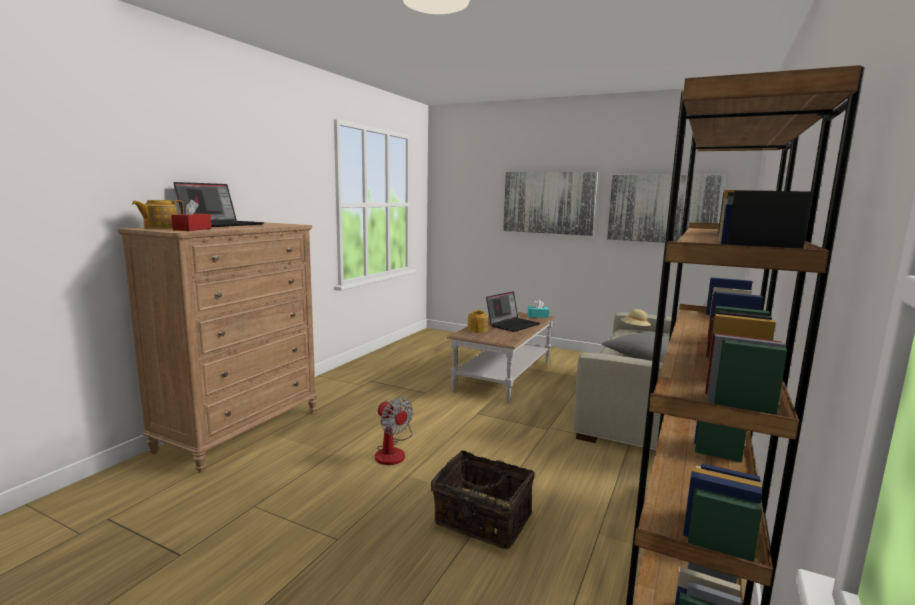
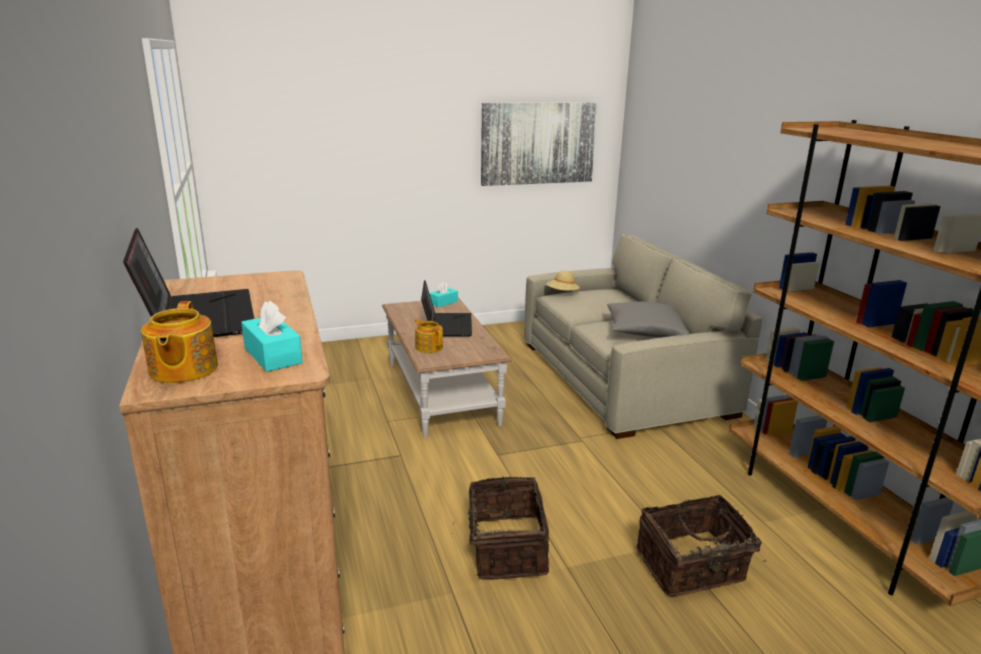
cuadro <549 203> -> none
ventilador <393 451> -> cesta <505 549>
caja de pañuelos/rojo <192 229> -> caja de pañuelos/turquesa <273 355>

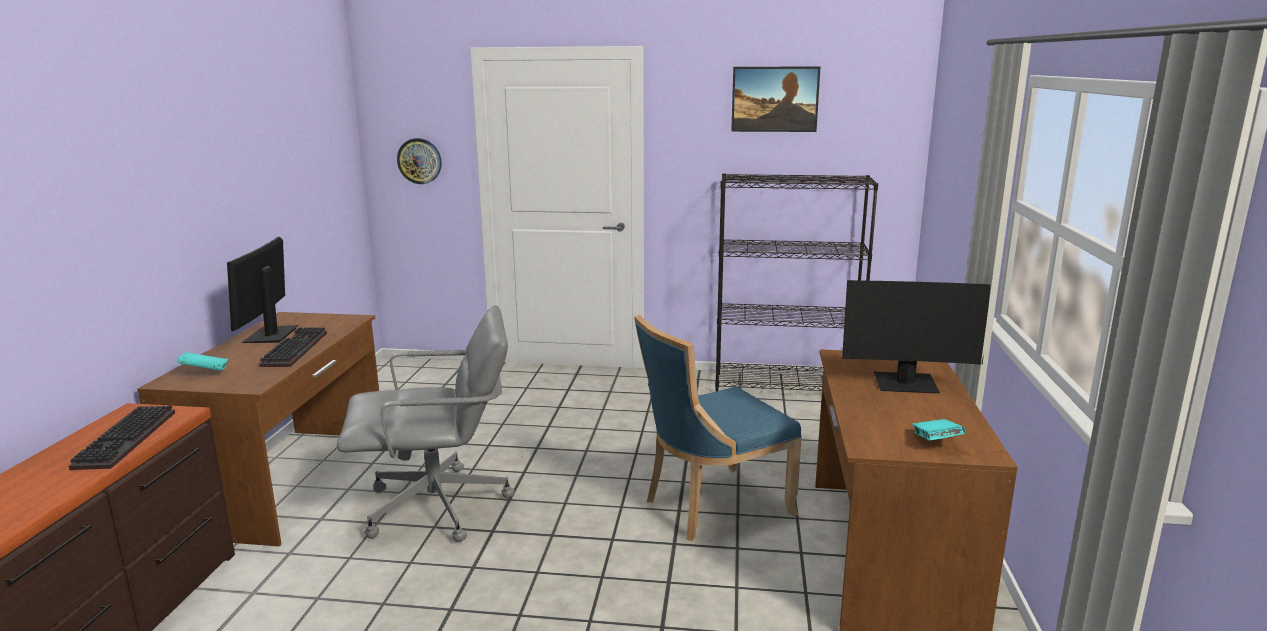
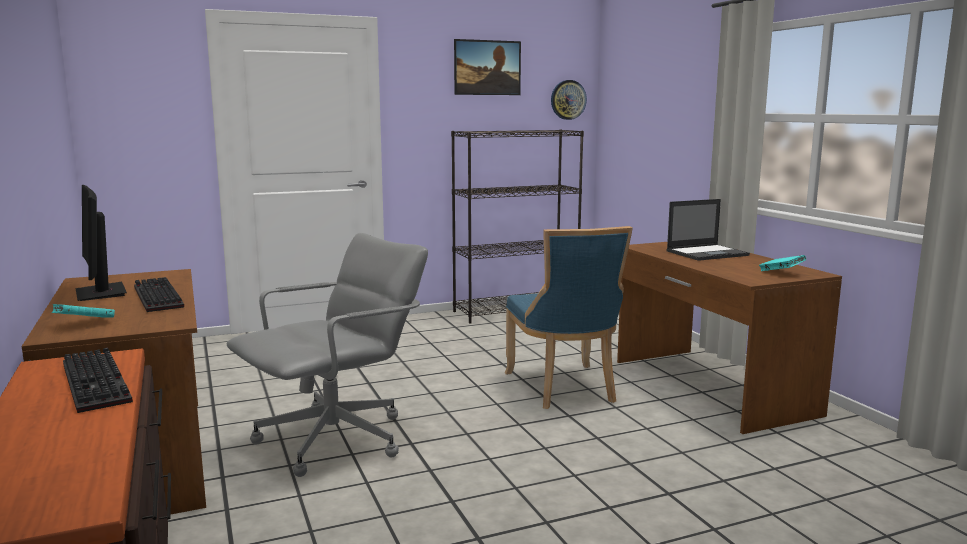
reloj de pared <419 161> -> reloj de pared <568 100>, moved
monitor <905 384> -> portátil <707 253>
silla/azul <711 506> -> silla/azul <564 388>, 45 degrees counterclockwise

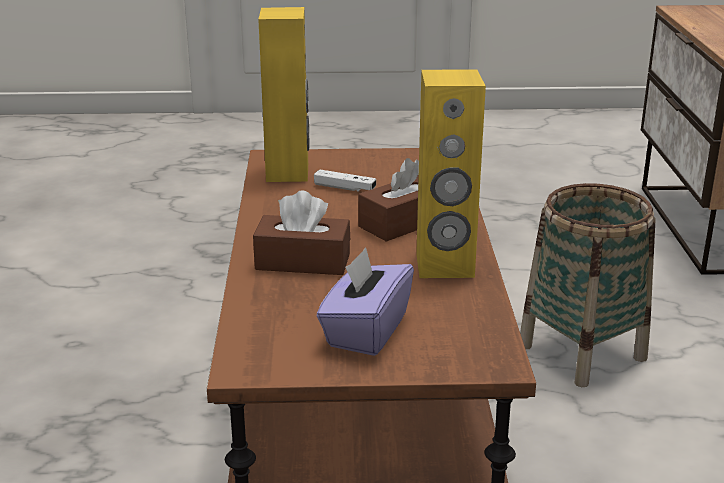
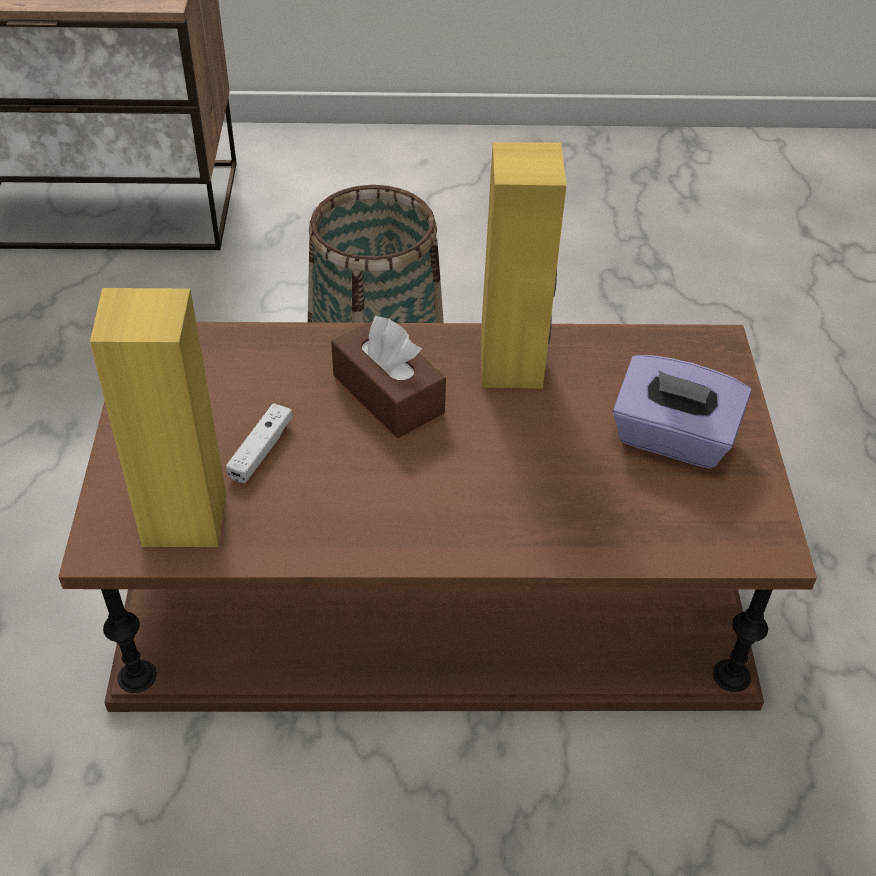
caja de pañuelos/marrón <303 261> -> none

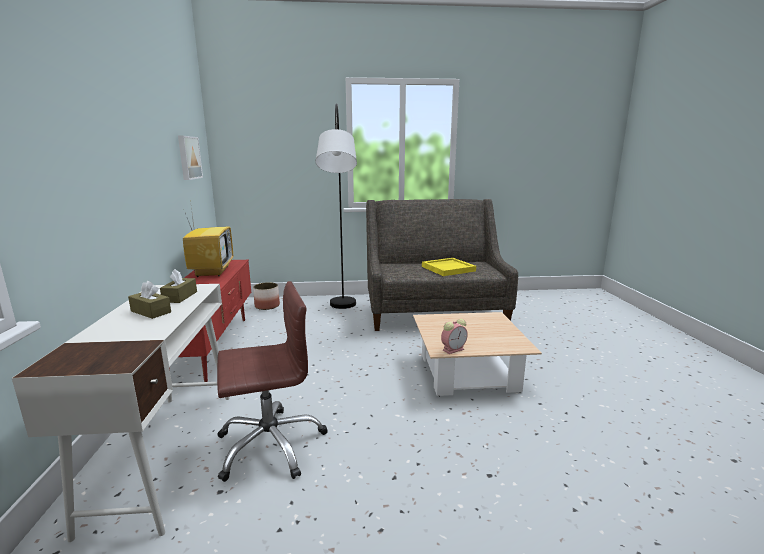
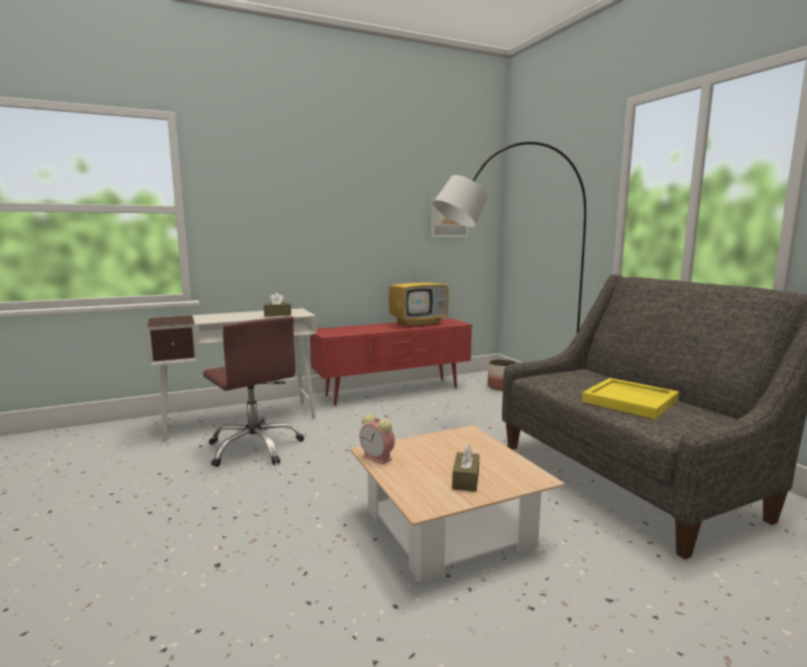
caja de pañuelos/marrón <151 312> -> caja de pañuelos/marrón <466 480>, moved

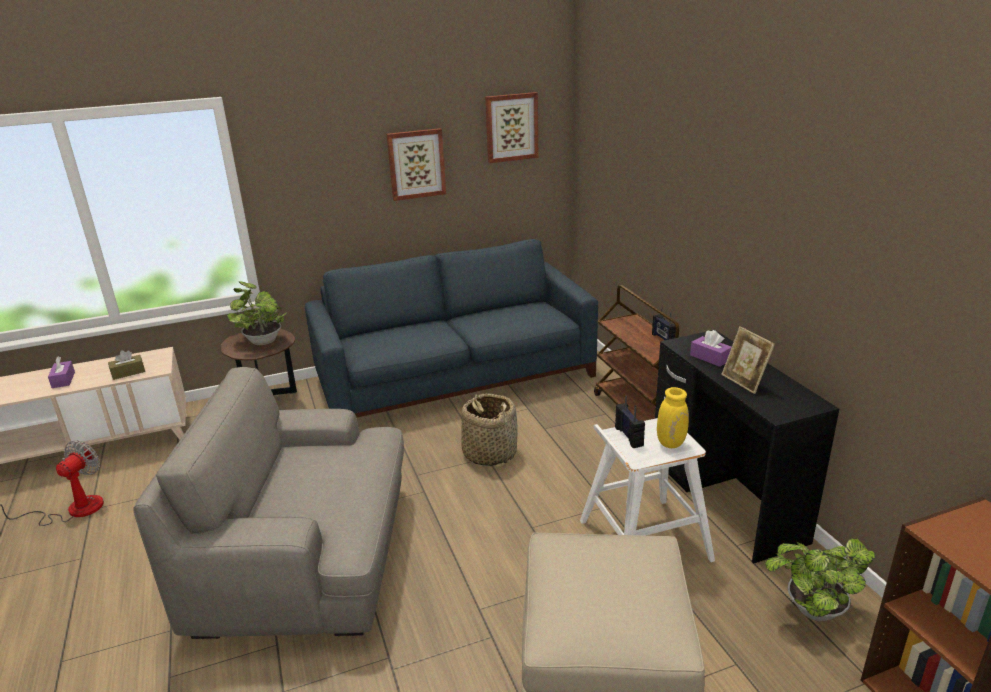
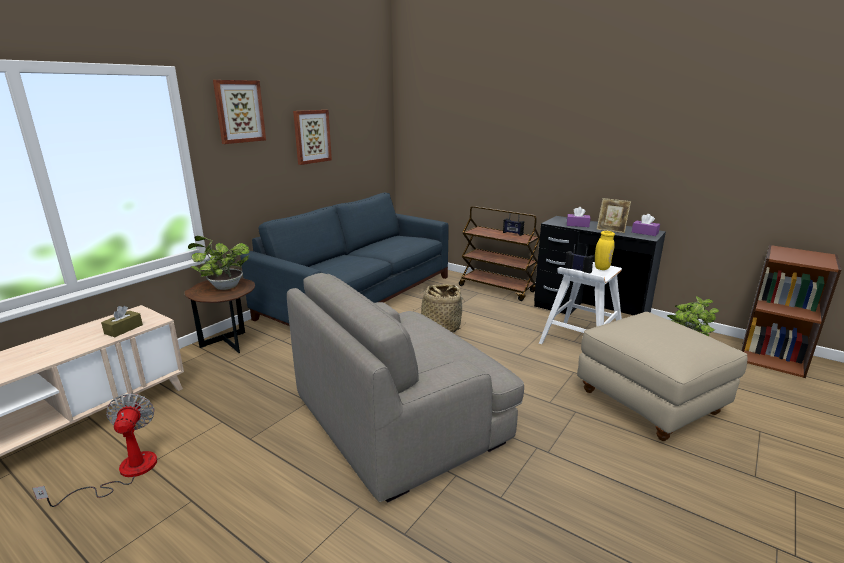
caja de pañuelos/morado <63 380> -> caja de pañuelos/morado <644 233>, moved
cuadro <511 127> -> cuadro <239 111>, moved

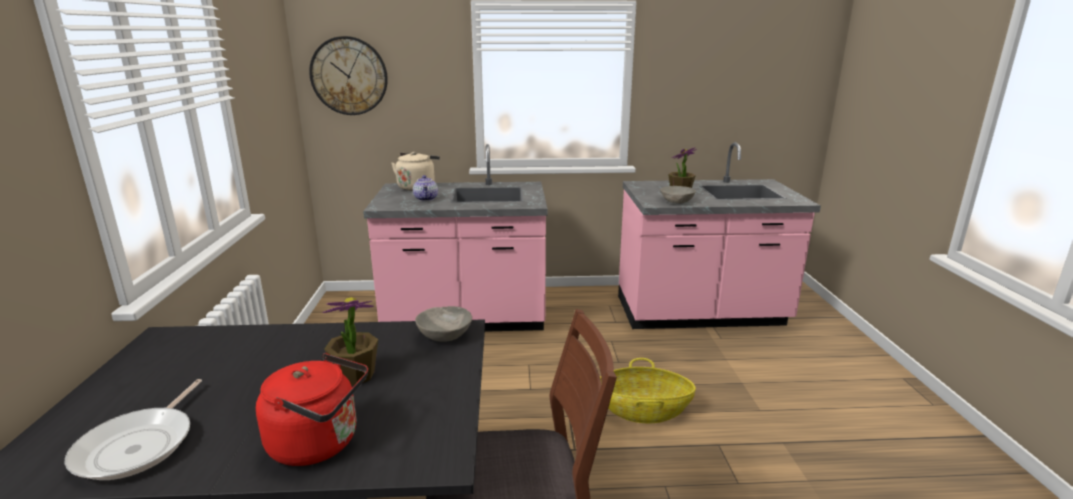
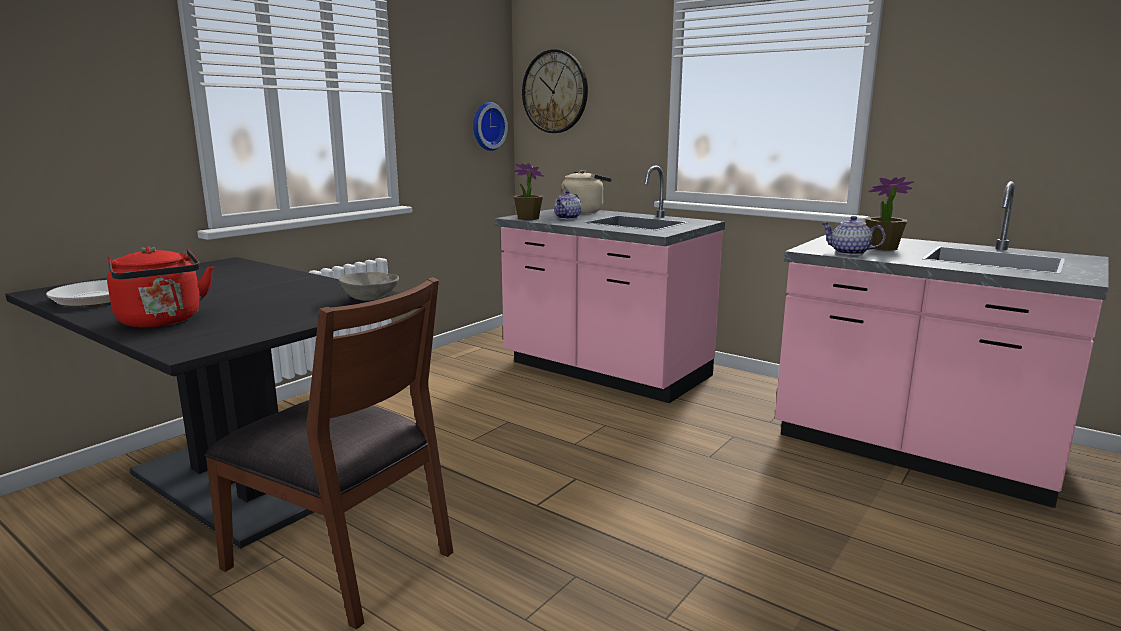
cesta <643 410> -> none
none -> reloj de pared <487 126>
planta en maceta <355 375> -> planta en maceta <528 218>, moved
cuenco/gris <677 202> -> tetera <849 253>

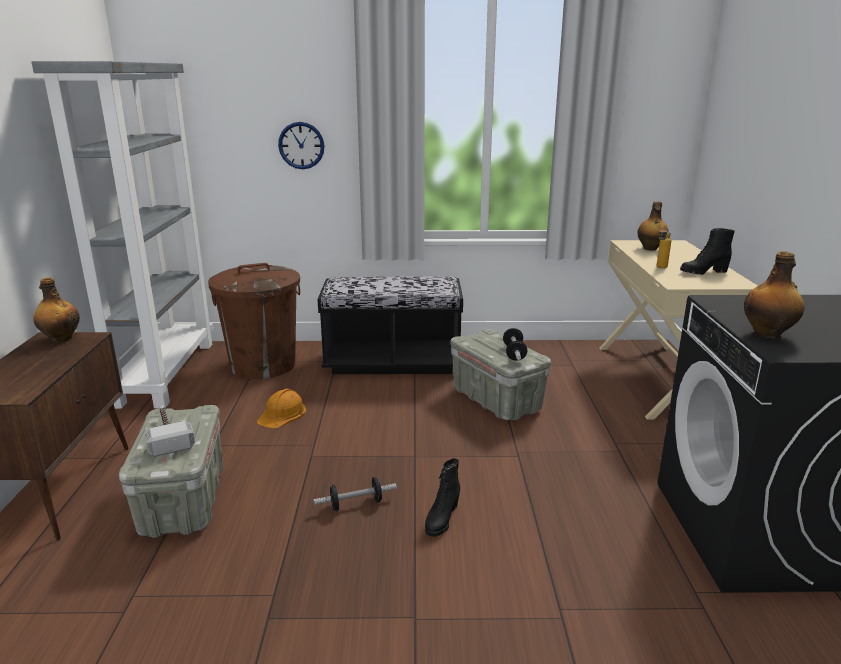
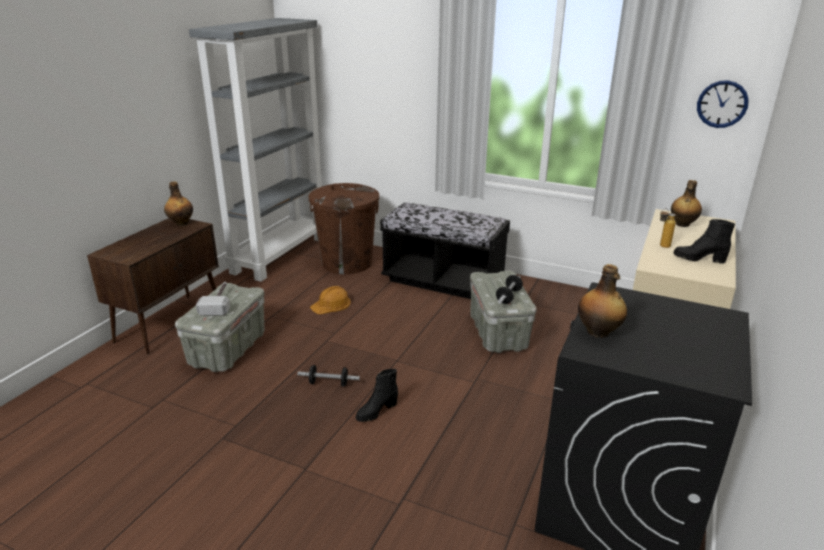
reloj de pared <301 145> -> reloj de pared <722 104>, moved

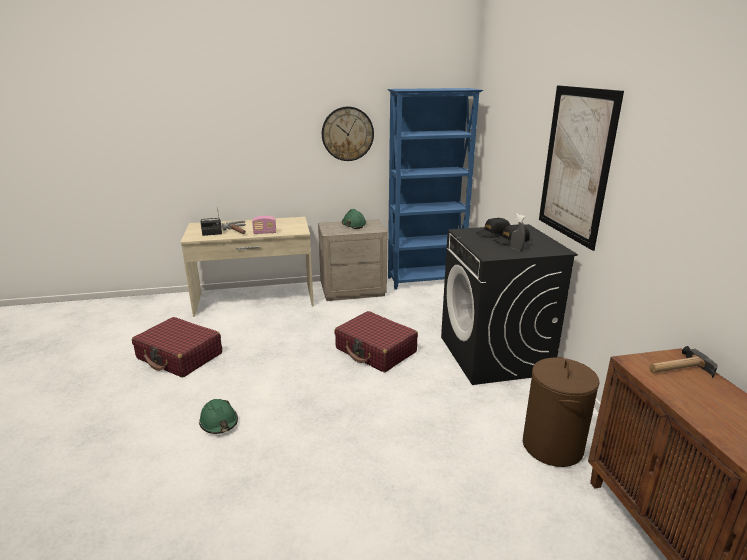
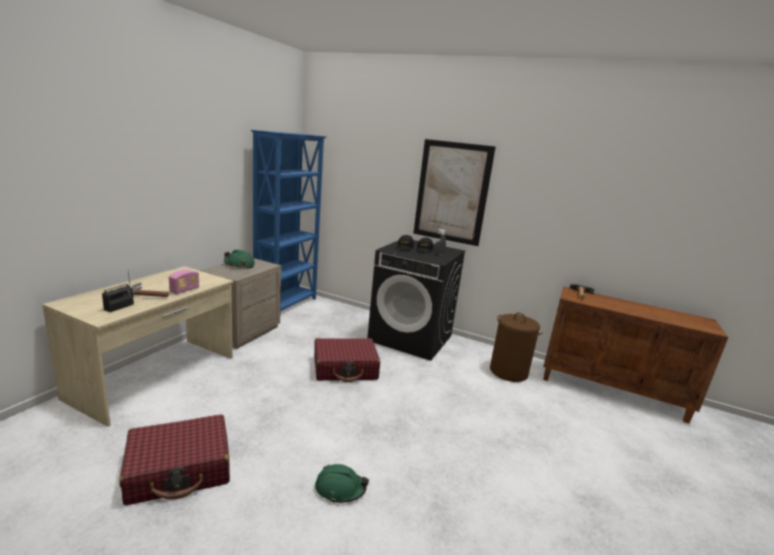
reloj de pared <347 134> -> none

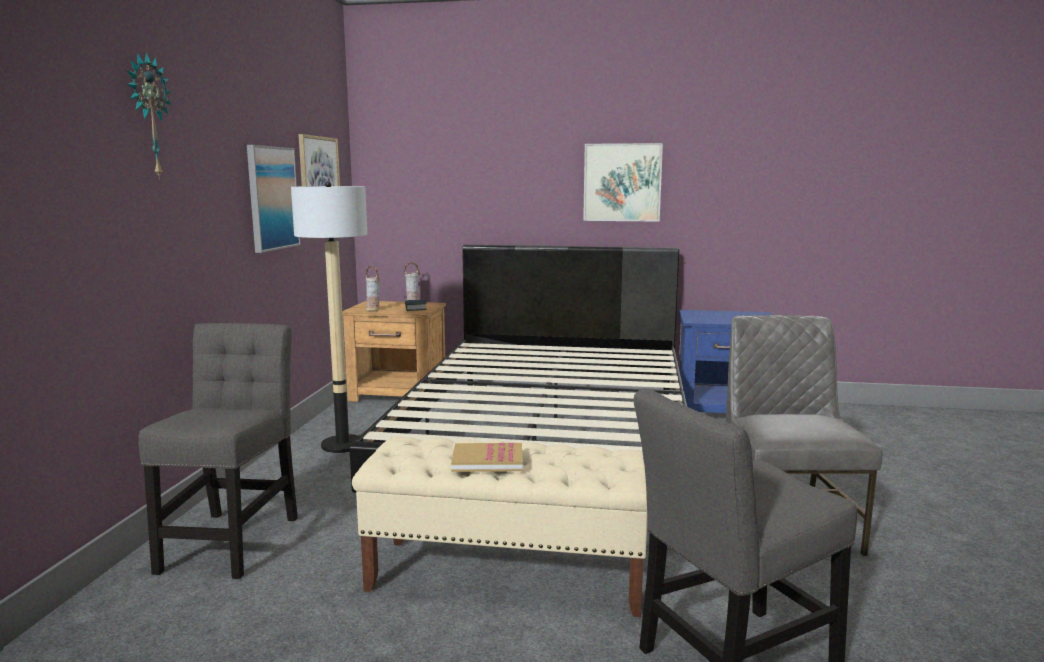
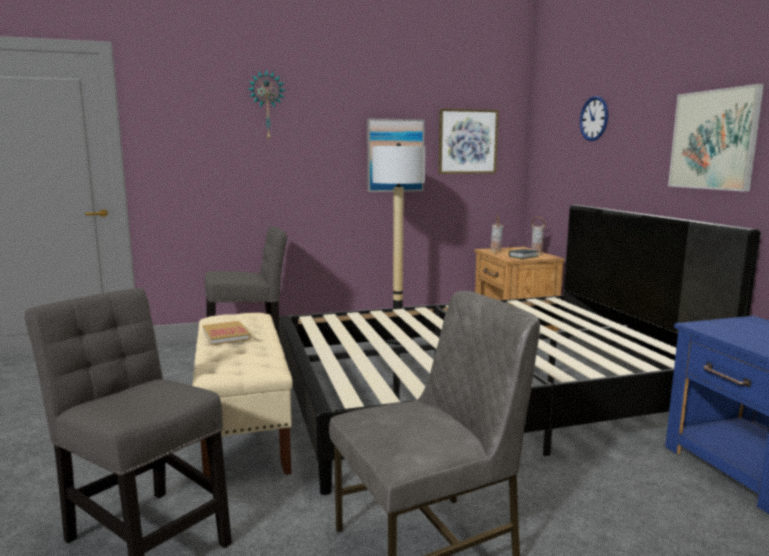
none -> reloj de pared <594 118>

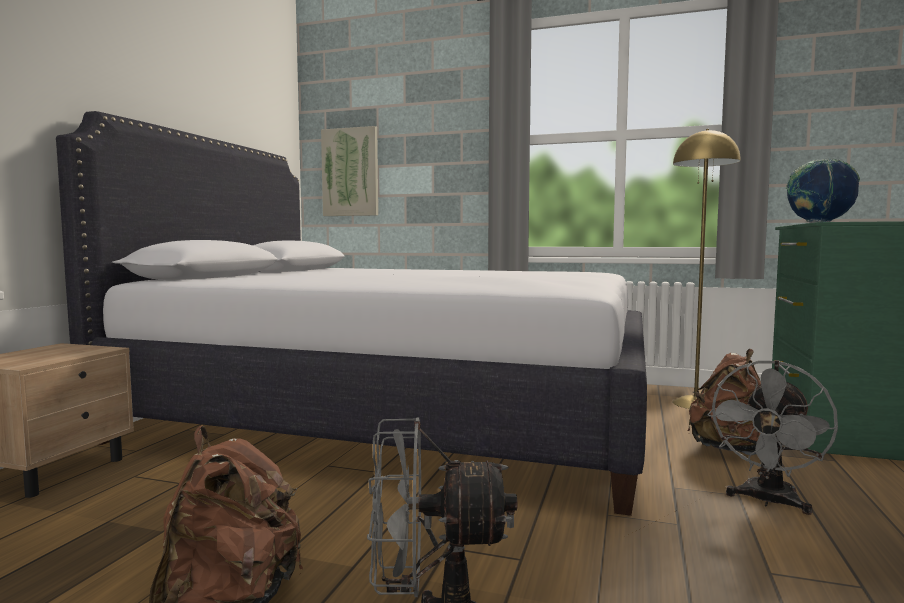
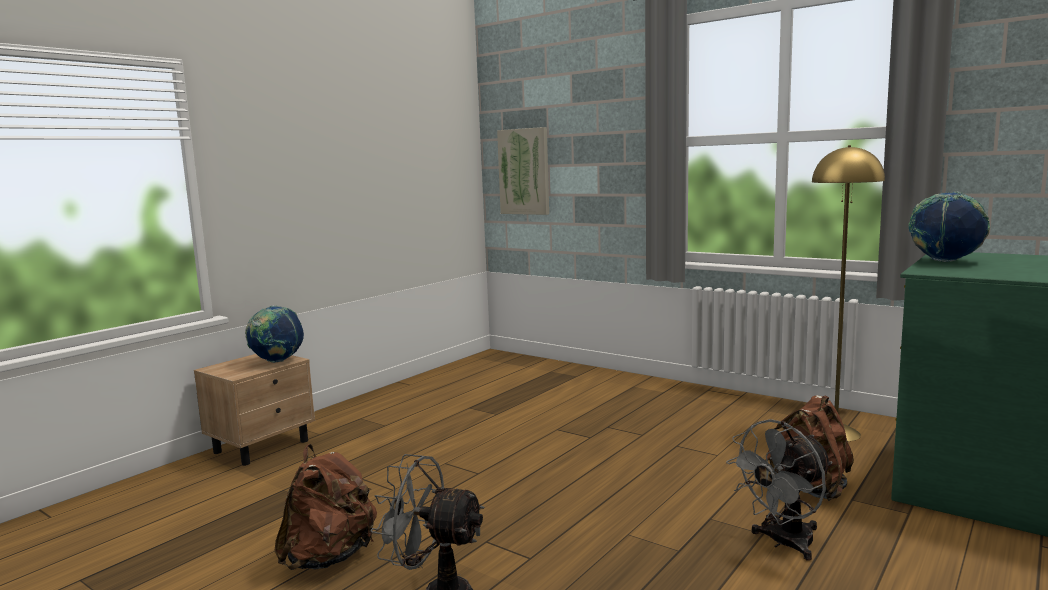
cama/blanco <398 415> -> none
none -> globo terráqueo <277 361>

